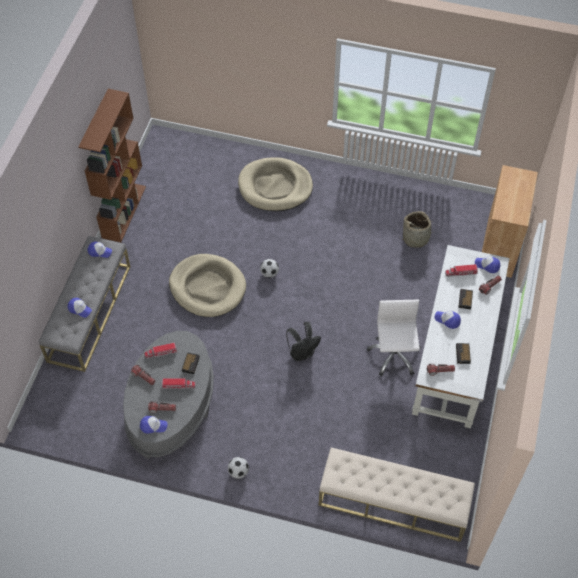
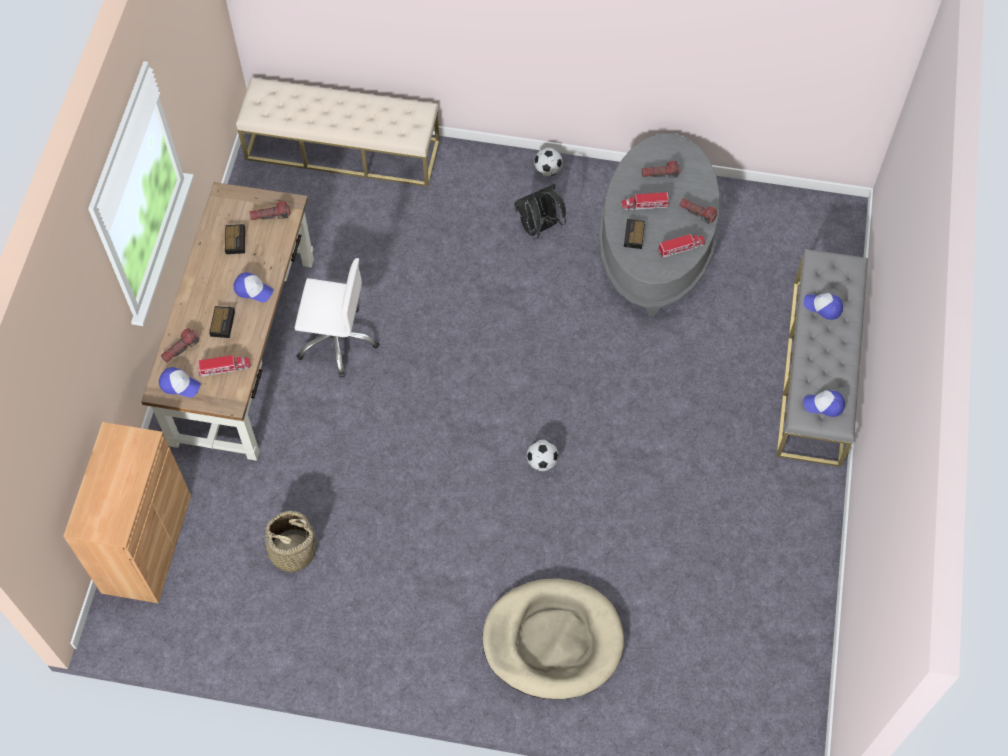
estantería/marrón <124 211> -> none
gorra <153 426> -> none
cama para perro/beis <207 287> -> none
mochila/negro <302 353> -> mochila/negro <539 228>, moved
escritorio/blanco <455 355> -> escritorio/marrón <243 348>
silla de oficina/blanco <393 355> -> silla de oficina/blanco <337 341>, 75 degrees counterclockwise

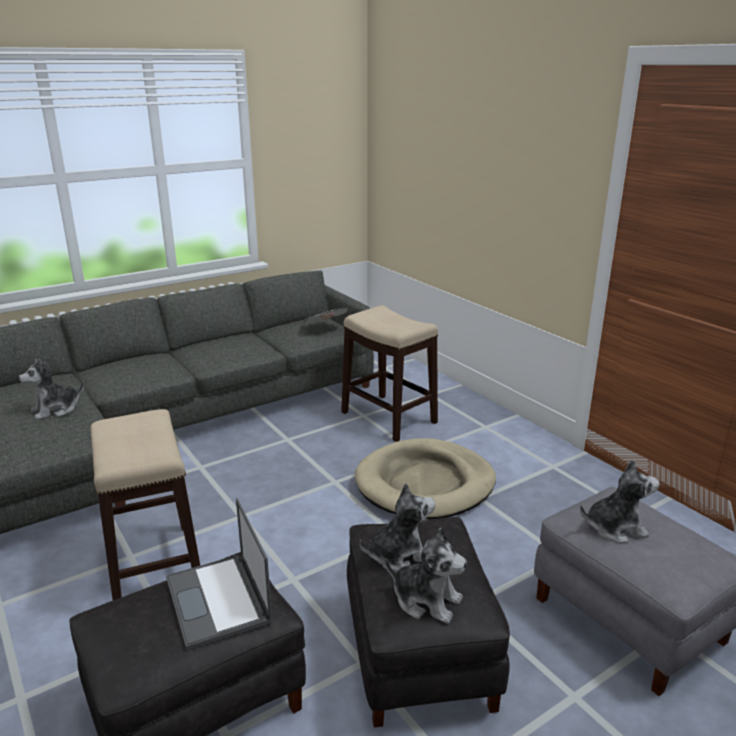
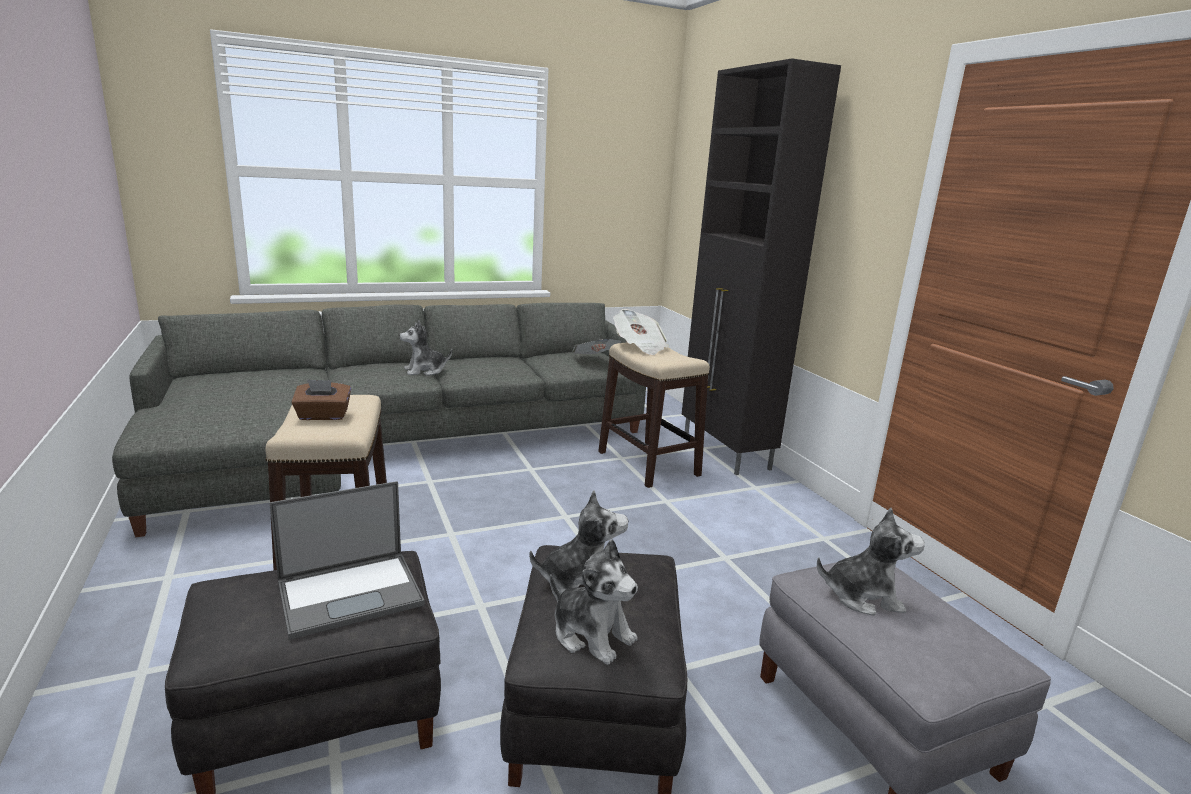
cama para perro/beis <425 484> -> none
none -> caja de pañuelos/marrón <323 416>
none -> periódico <640 347>
none -> armario/negro <725 453>
peluche <55 410> -> peluche <425 371>, moved
portátil <218 601> -> portátil <352 592>, 105 degrees counterclockwise

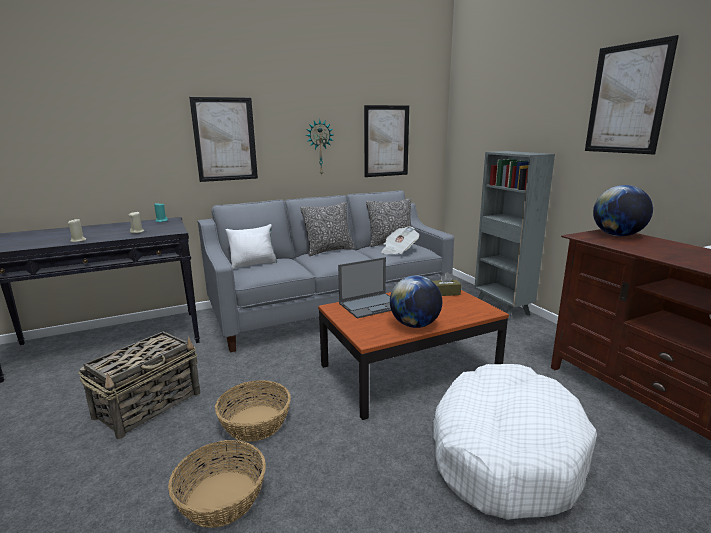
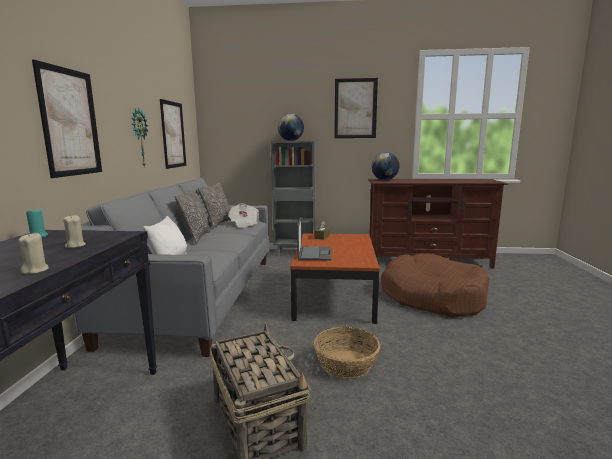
cesta <221 498> -> none
globo terráqueo <414 325> -> globo terráqueo <291 141>, moved
cama para perro/blanco <505 451> -> cama para perro/marrón <432 297>

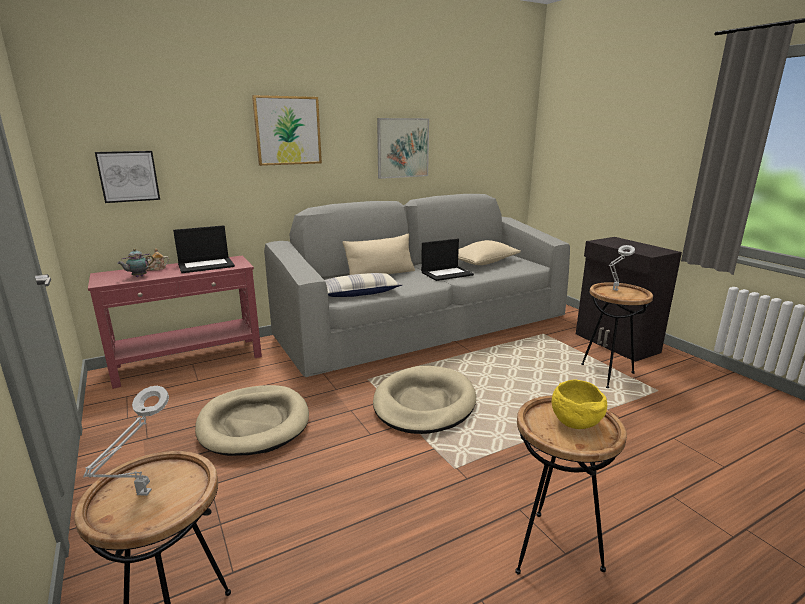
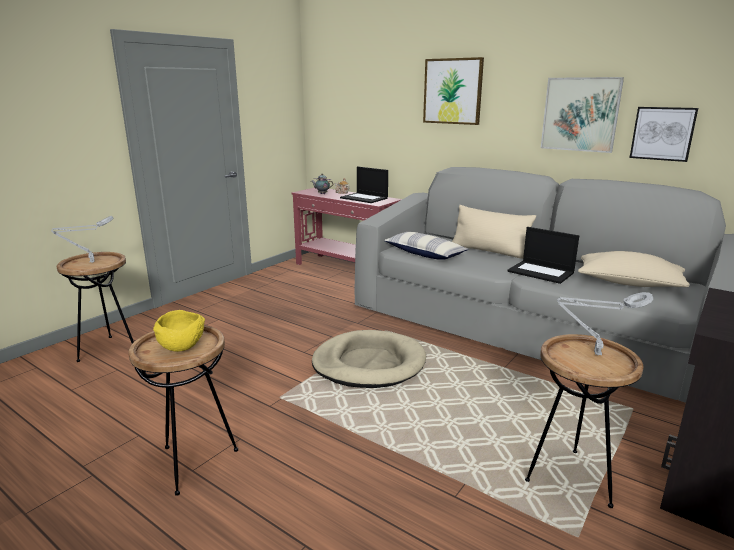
cama para perro/beis <254 423> -> none
cuadro <128 176> -> cuadro <662 133>, moved

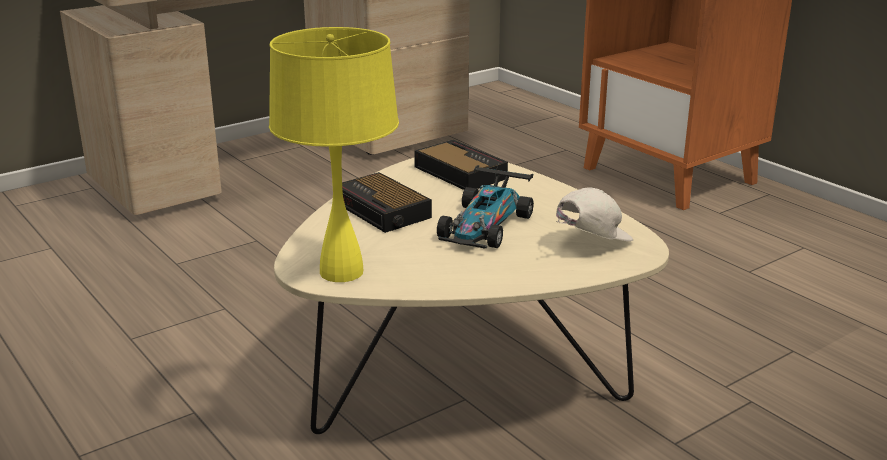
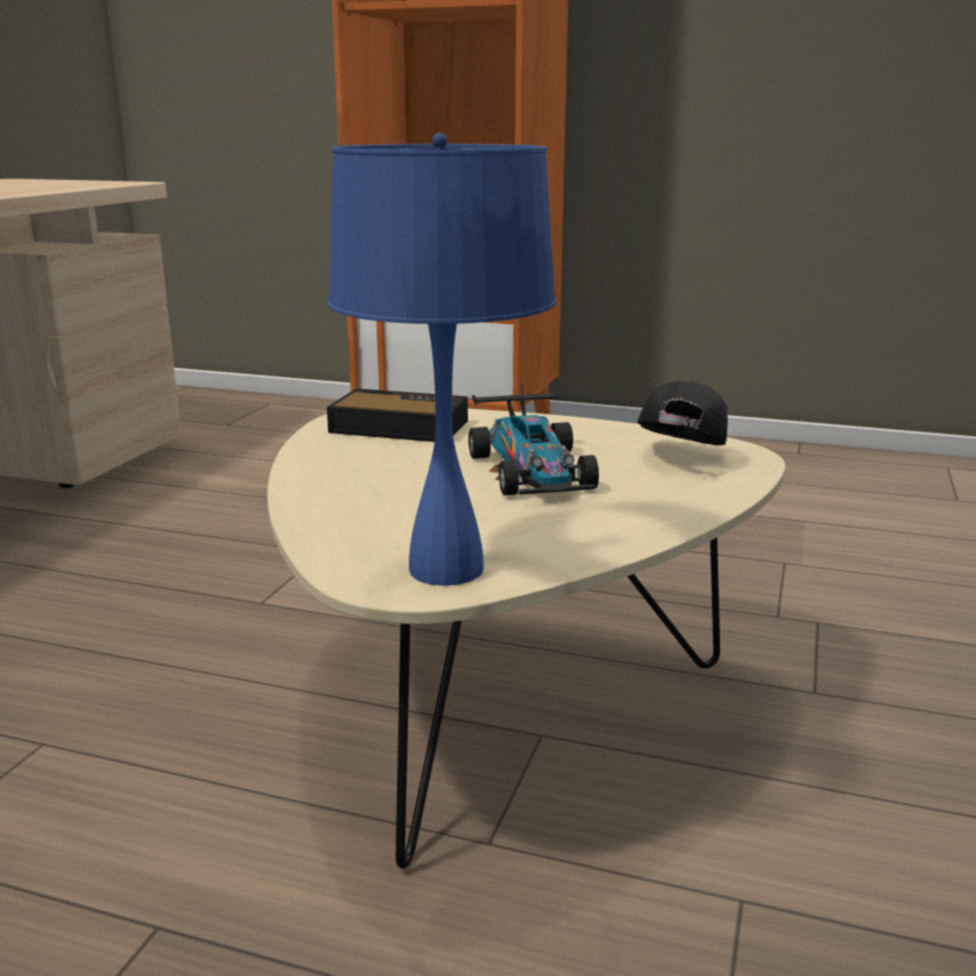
despertador <383 210> -> none
lámpara de mesa/amarillo <342 272> -> lámpara de mesa/azul <447 569>
gorra/blanco <590 243> -> gorra/negro <679 458>

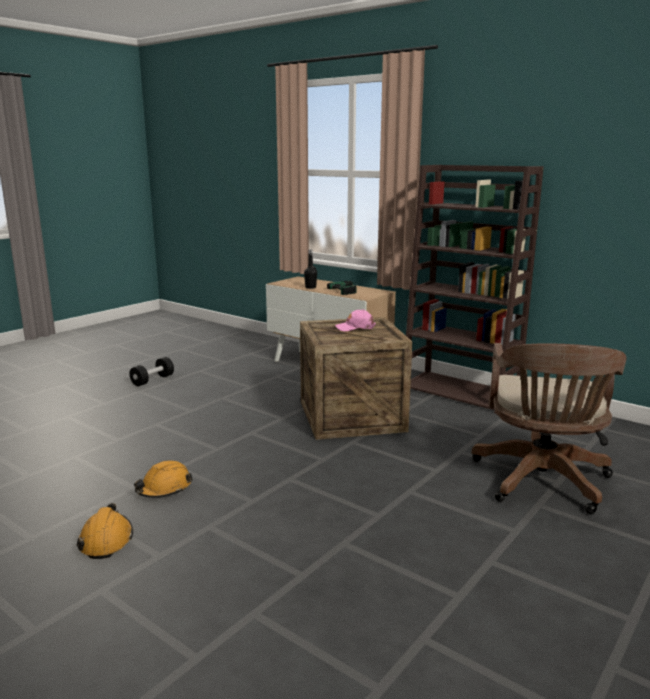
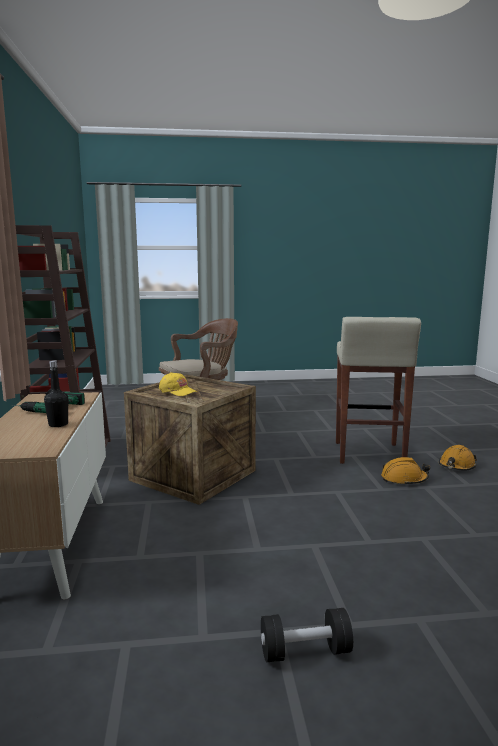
none -> taburete/beis <368 454>
gorra/rosa <355 327> -> gorra/amarillo <178 391>

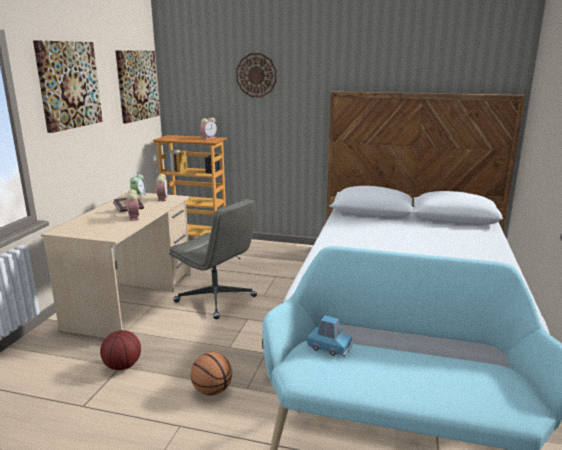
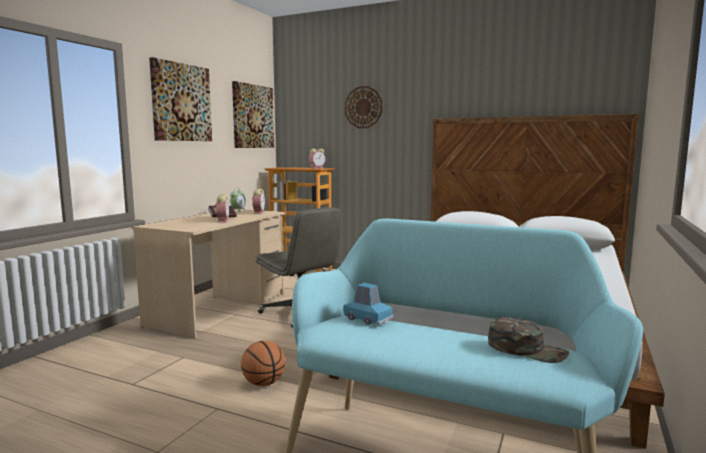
balón de baloncesto <122 366> -> none
none -> gorra/verde <527 349>

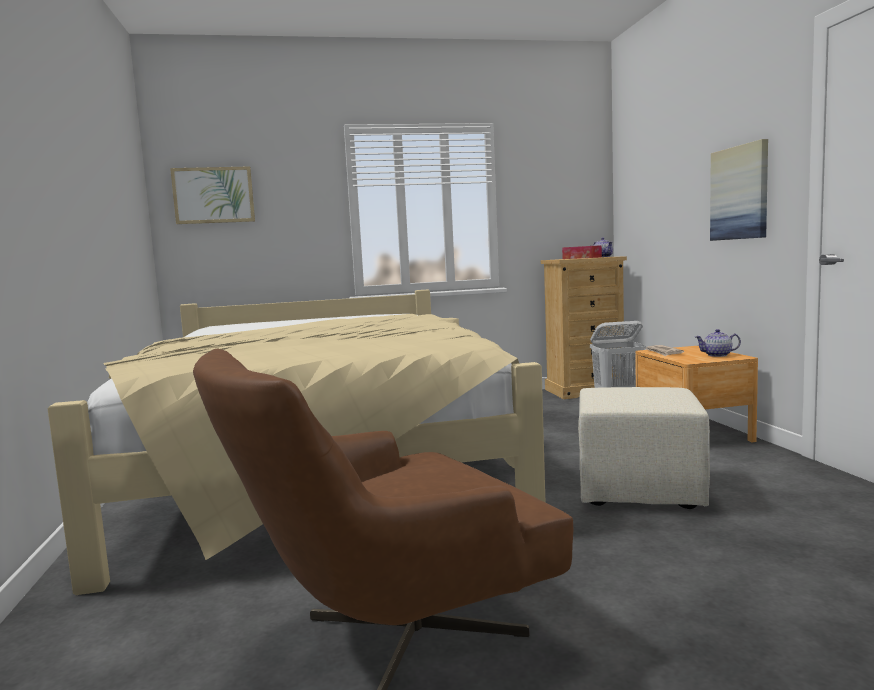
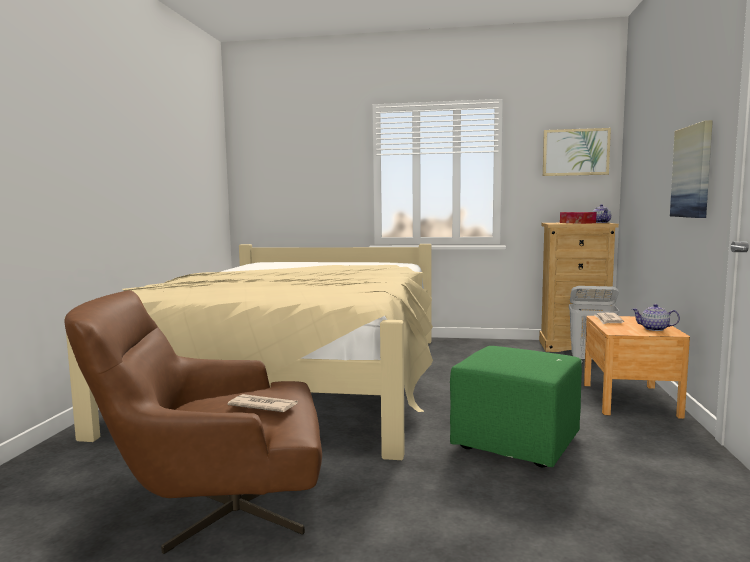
none -> periódico <263 406>
cuadro <213 195> -> cuadro <575 152>, moved
puf/beis <640 490> -> puf/verde <517 443>

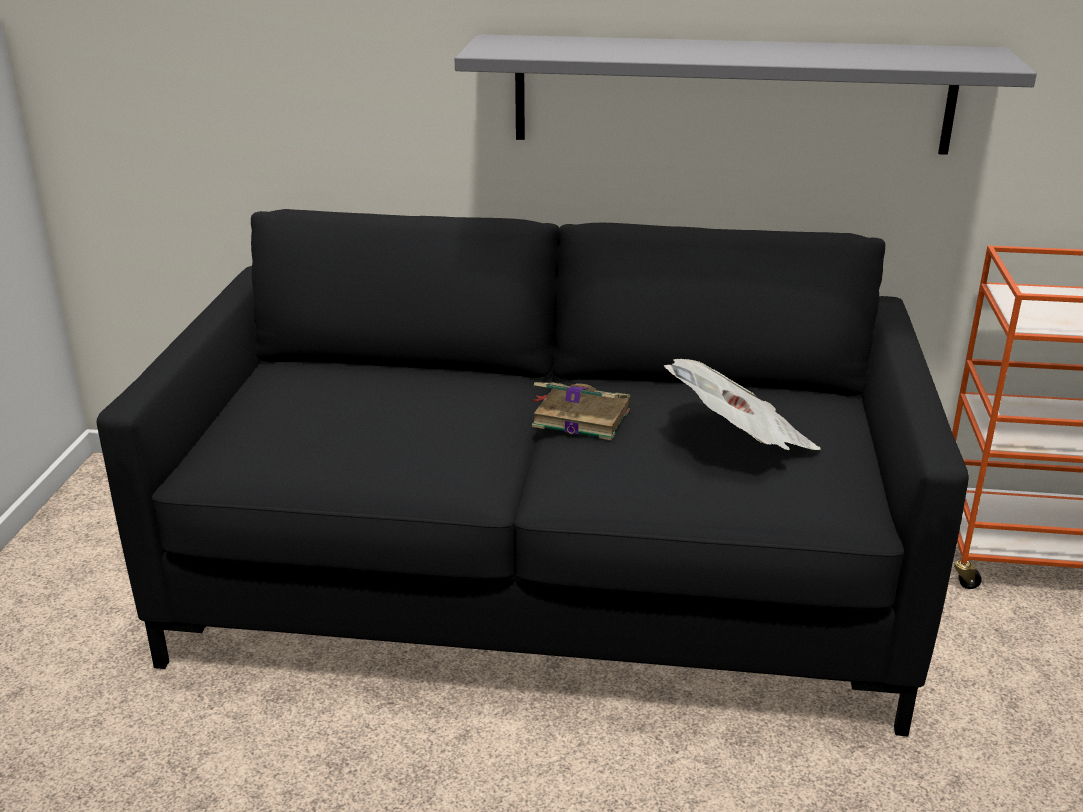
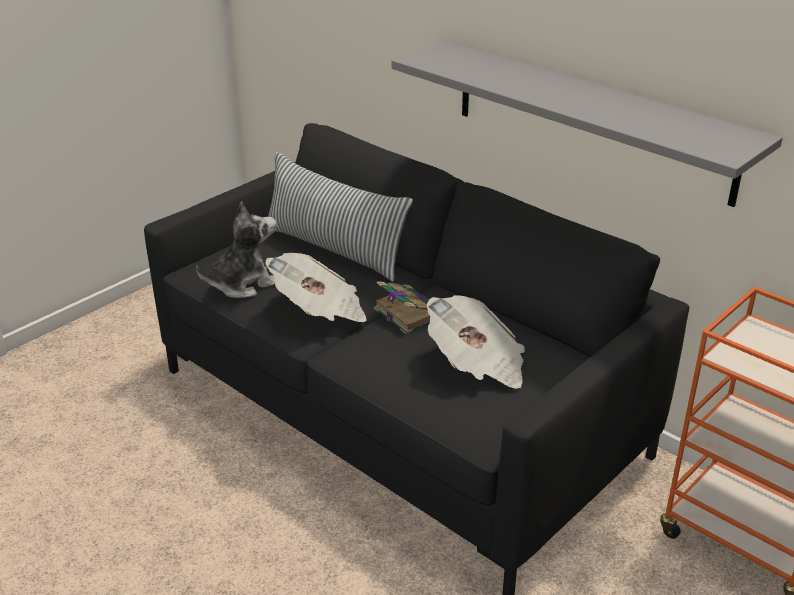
none -> peluche <242 284>
none -> periódico <320 311>
none -> cojín <334 249>

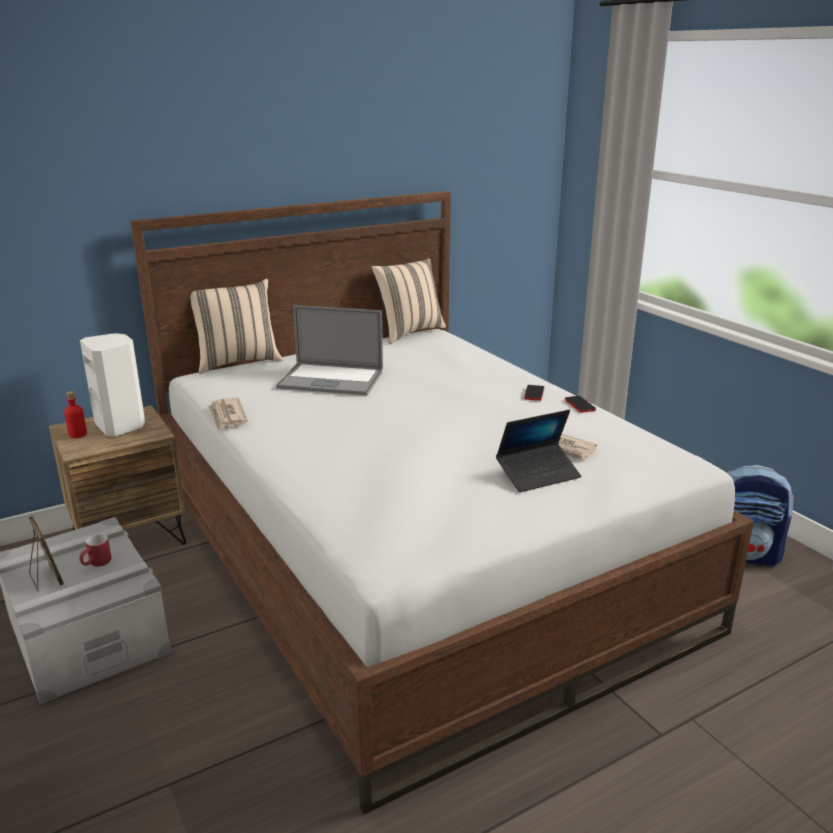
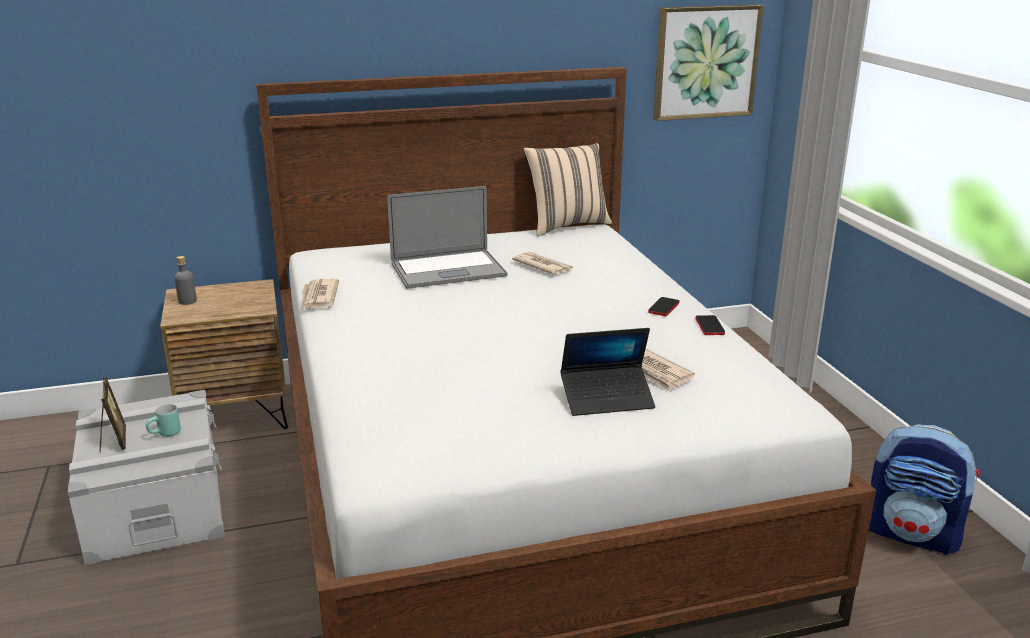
altavoz/blanco <121 426> -> none
cojín/beis <237 362> -> none
none -> periódico <542 266>
none -> cuadro <705 62>
botella/rojo <78 434> -> botella/gris <187 301>
taza grande/rojo <97 564> -> taza grande/turquesa <165 435>
portátil <331 380> -> portátil <448 270>, 45 degrees counterclockwise

